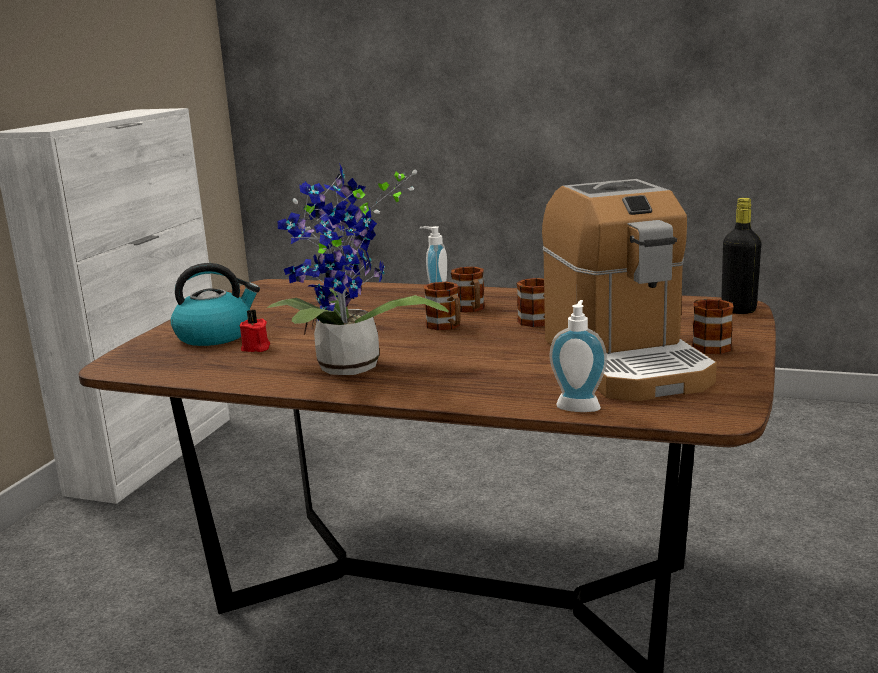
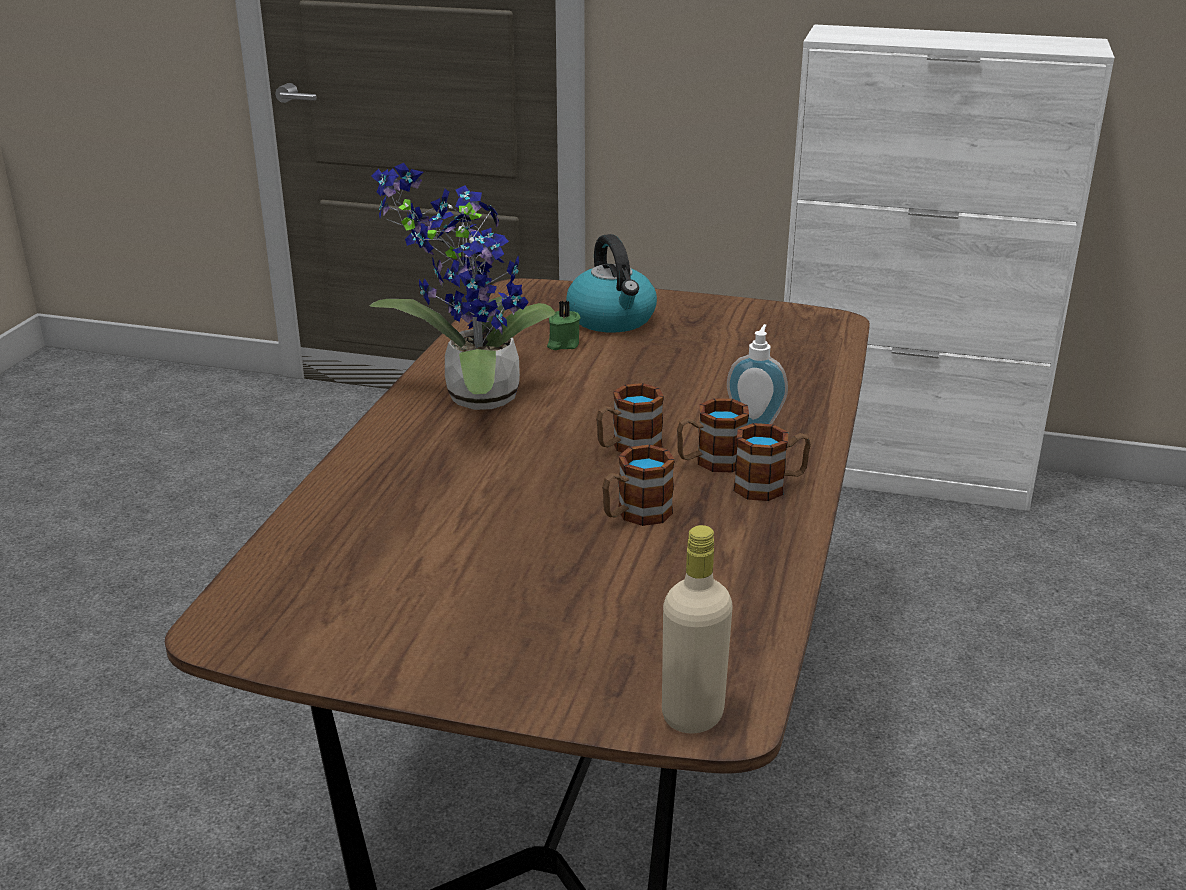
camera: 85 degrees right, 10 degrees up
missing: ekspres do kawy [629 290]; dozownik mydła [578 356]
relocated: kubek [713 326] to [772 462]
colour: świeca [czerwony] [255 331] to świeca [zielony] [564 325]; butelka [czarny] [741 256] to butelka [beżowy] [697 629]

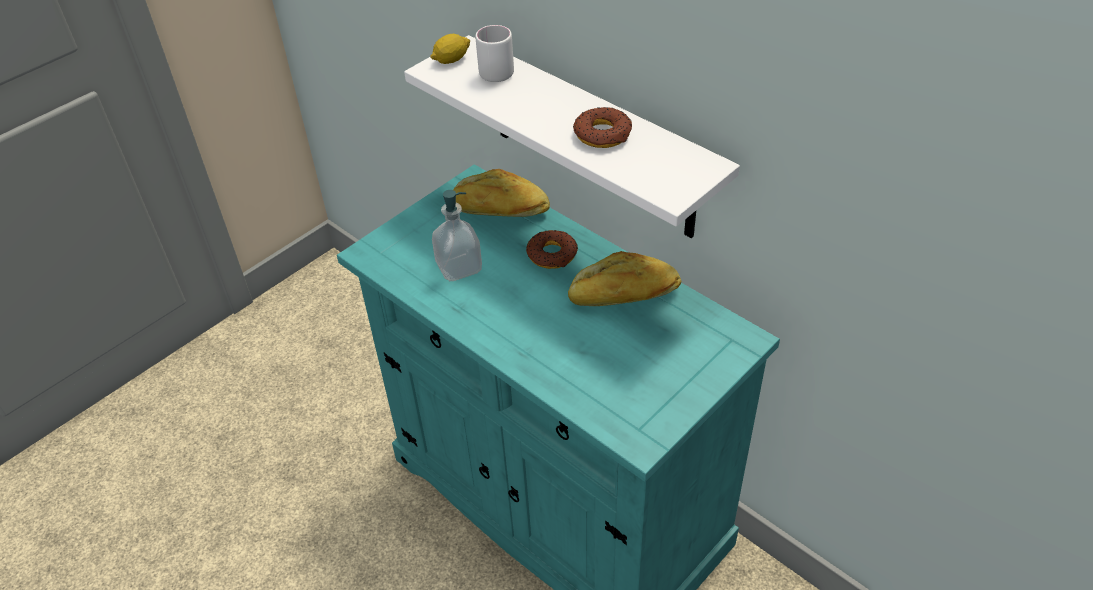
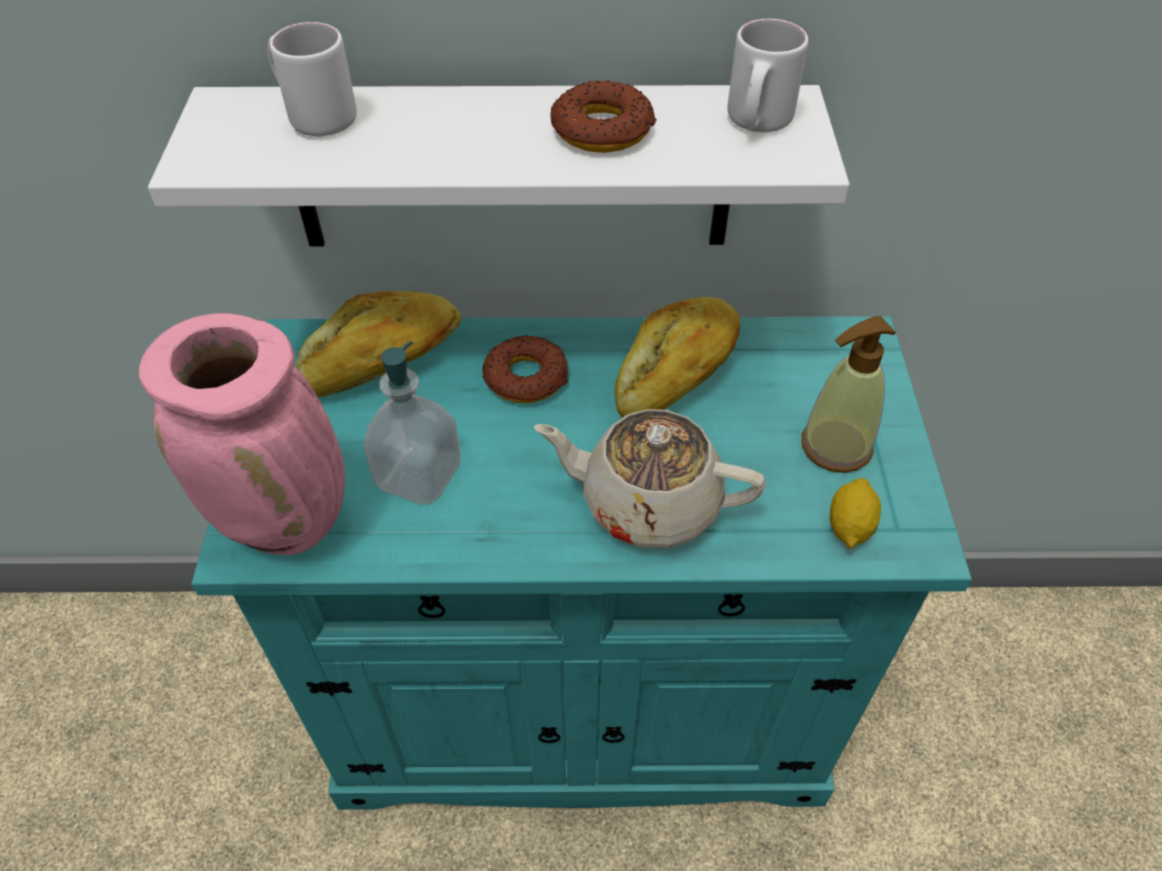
camera: 45 degrees left, 5 degrees up
appeared: wazon [różowy] [242 434]; imbryk [beżowy] [650 478]; kubek [biały] [767 75]; dozownik mydła [849 394]
relocated: cytryna [450 49] to [855 513]

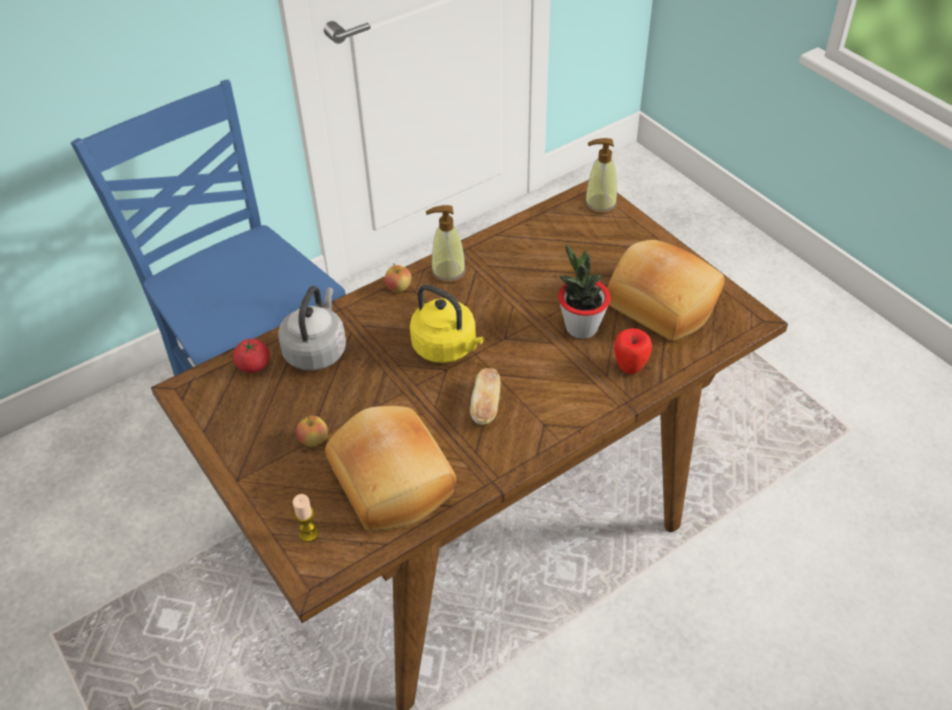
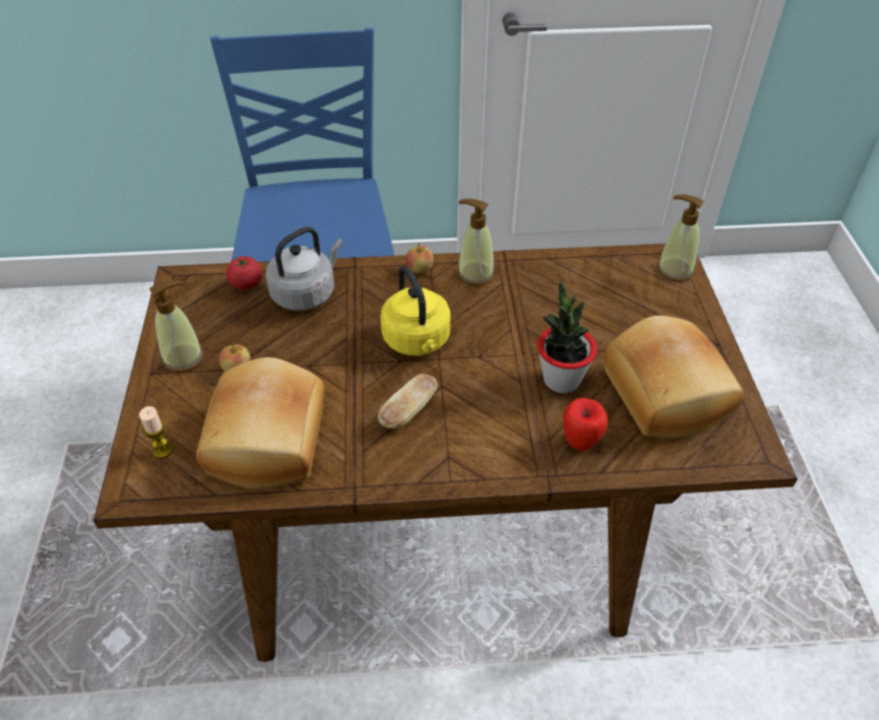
camera: 30 degrees right, 0 degrees up
appeared: dozownik mydła [176 326]

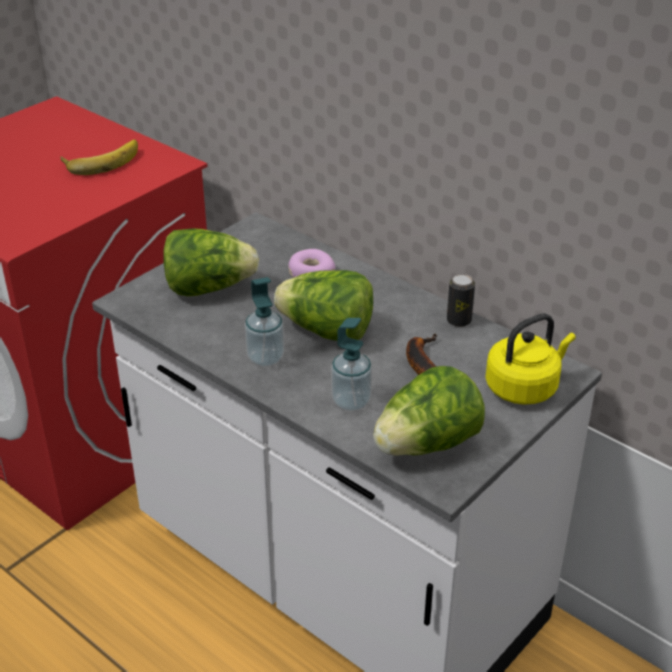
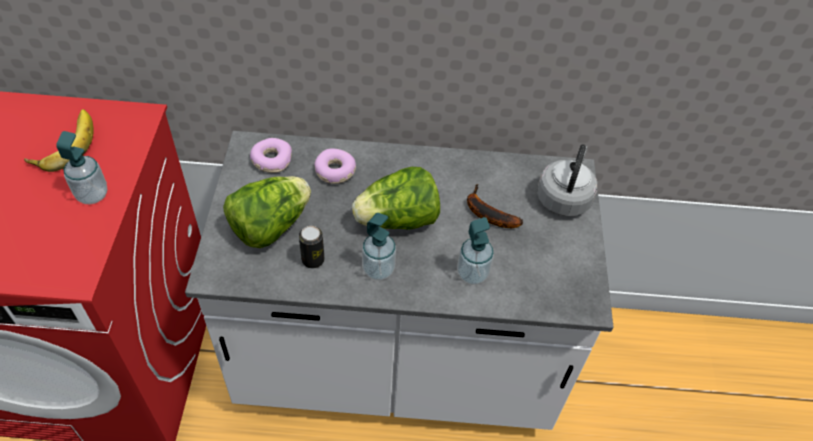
camera: 40 degrees left, 15 degrees up
missing: sałata [429 411]
appeared: dozownik mydła [81 167]; donut [271 155]
relocated: puszka [461 300] to [311 247]
colour: czajnik [żółty] [530 359] to czajnik [szary] [567 180]

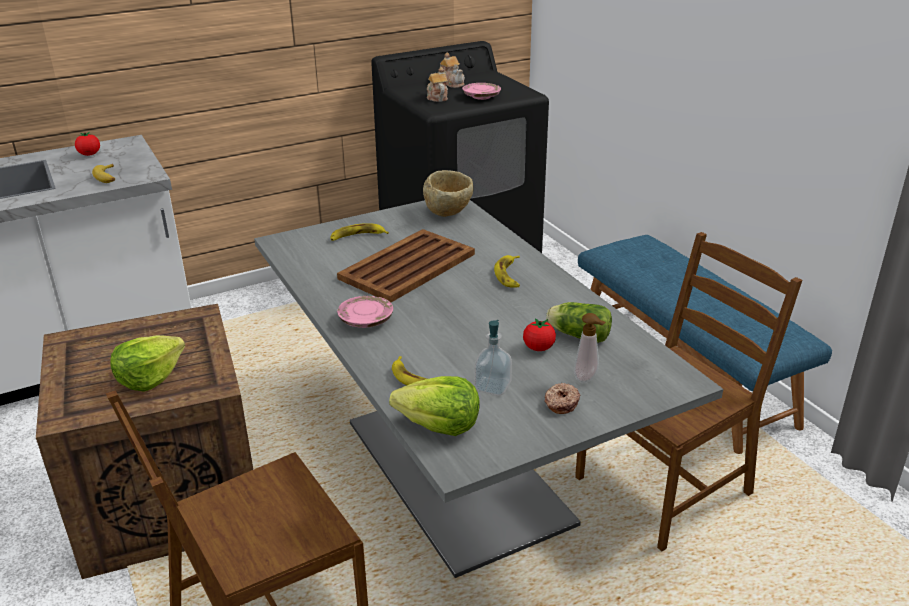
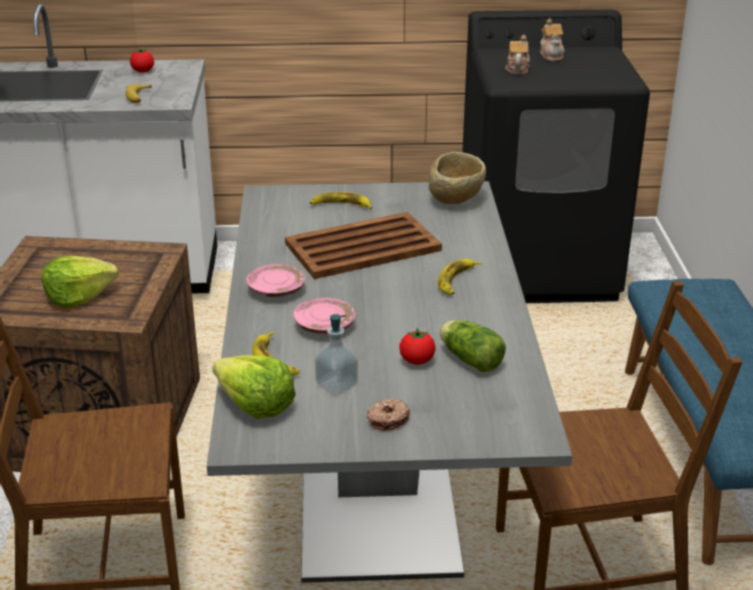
camera: 25 degrees right, 0 degrees up
missing: dozownik mydła [590 348]
relocated: talerz [różowy] [481 91] to [324 316]

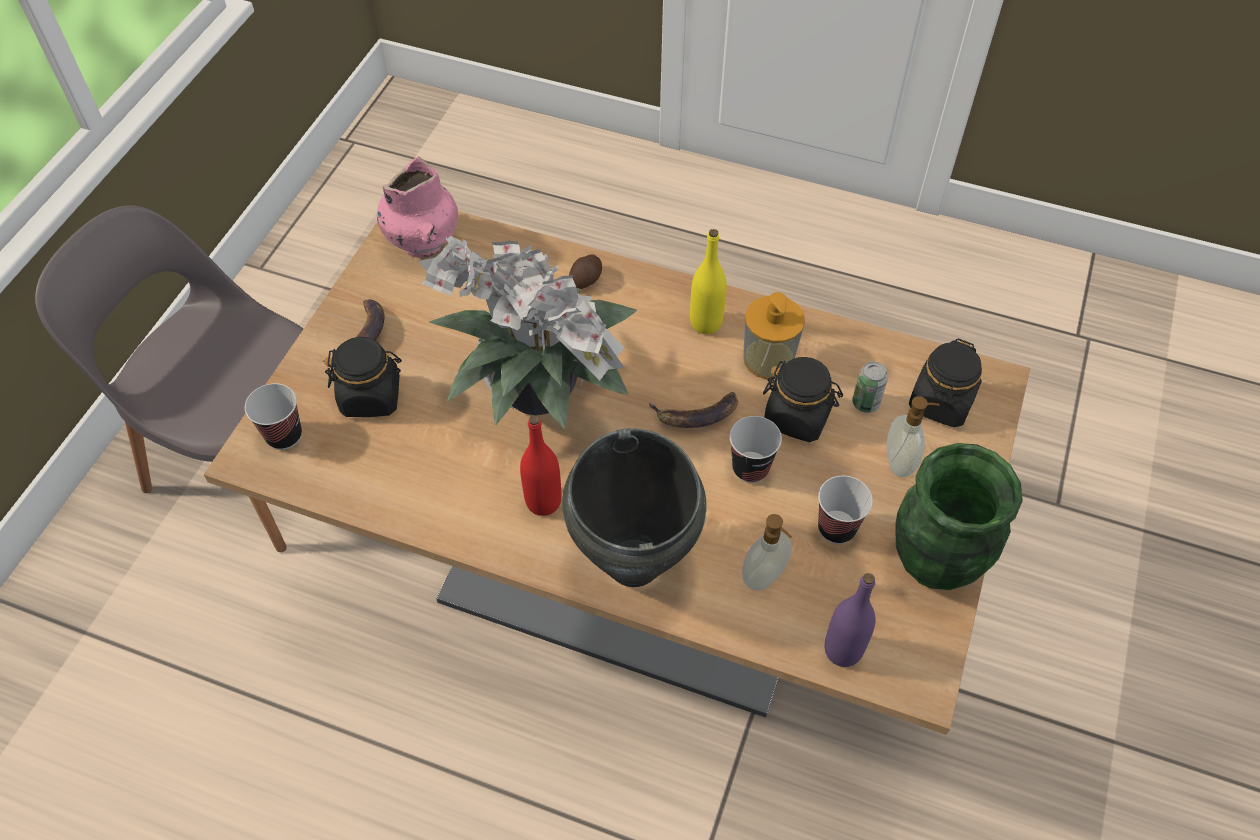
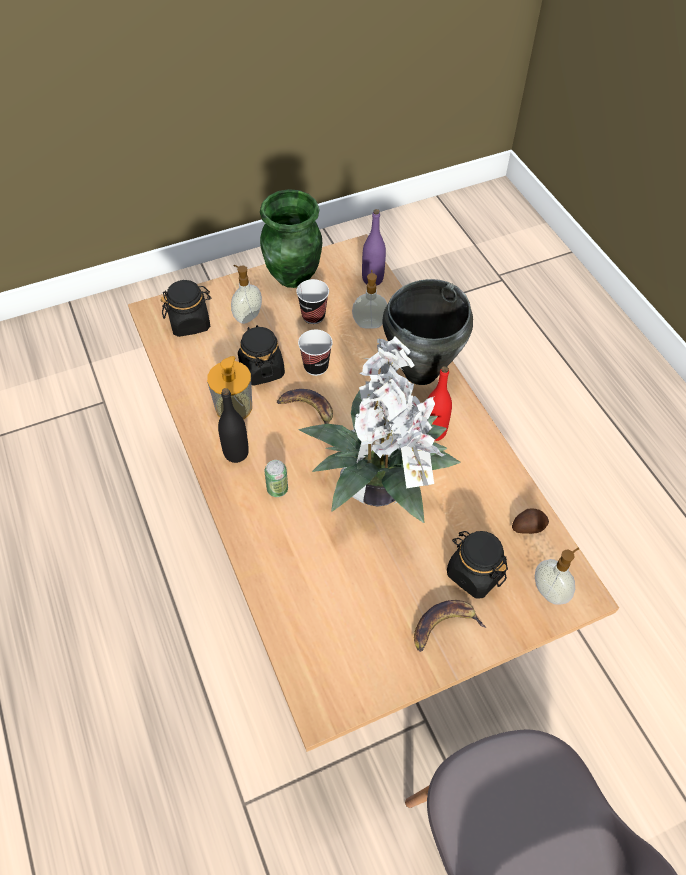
camera: 135 degrees left, 0 degrees up
missing: wazon [różowy] [417 207]
relocated: ziemniak [585 271] to [530 521]; puszka [870 387] to [276 478]
exchanged: filiżanka [273 416] to dozownik mydła [557 576]
colour: butelka [żółty] [708 281] to butelka [czarny] [233 425]

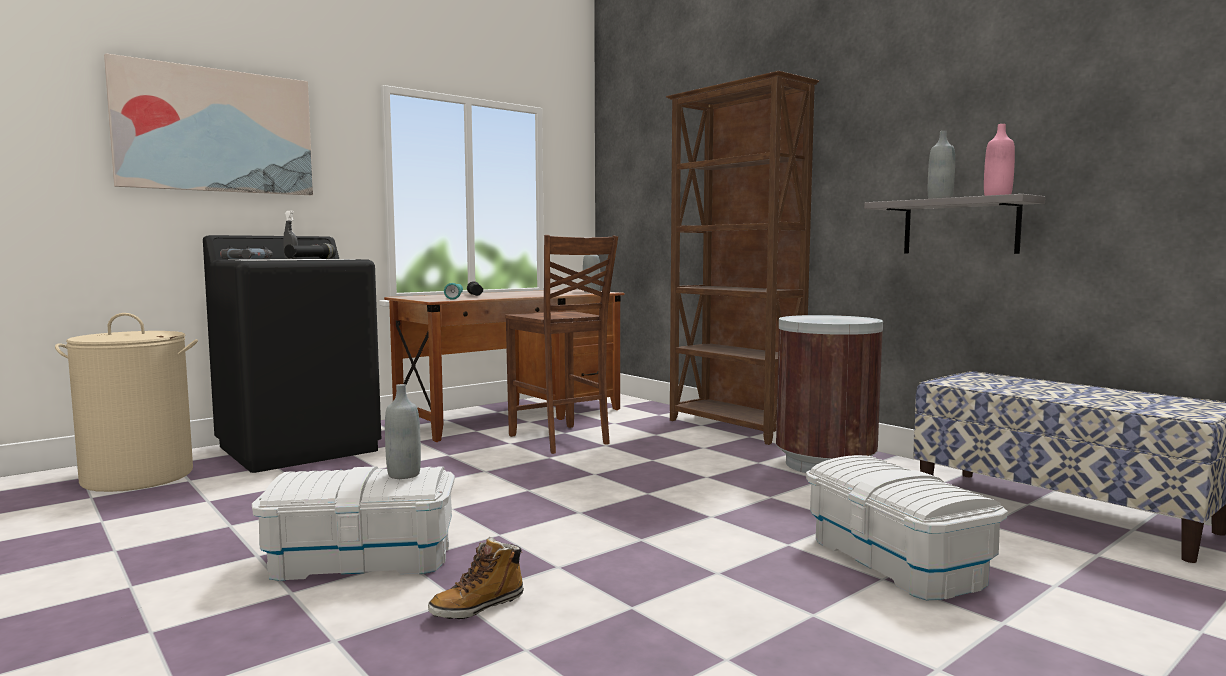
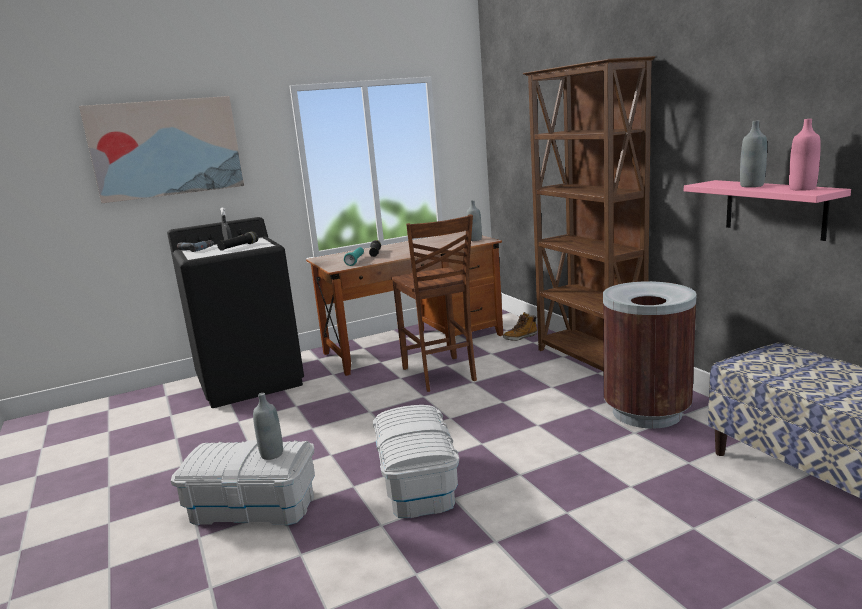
camera: 15 degrees right, 10 degrees up
missing: kosz na pranie [beżowy] [126 402]
relocated: but z cholewką [476 578] to [520 326]; pojemnik do przechowywania [biały] [907 527] to [416 461]
colour: półka [szary] [955 224] to półka [różowy] [767 210]

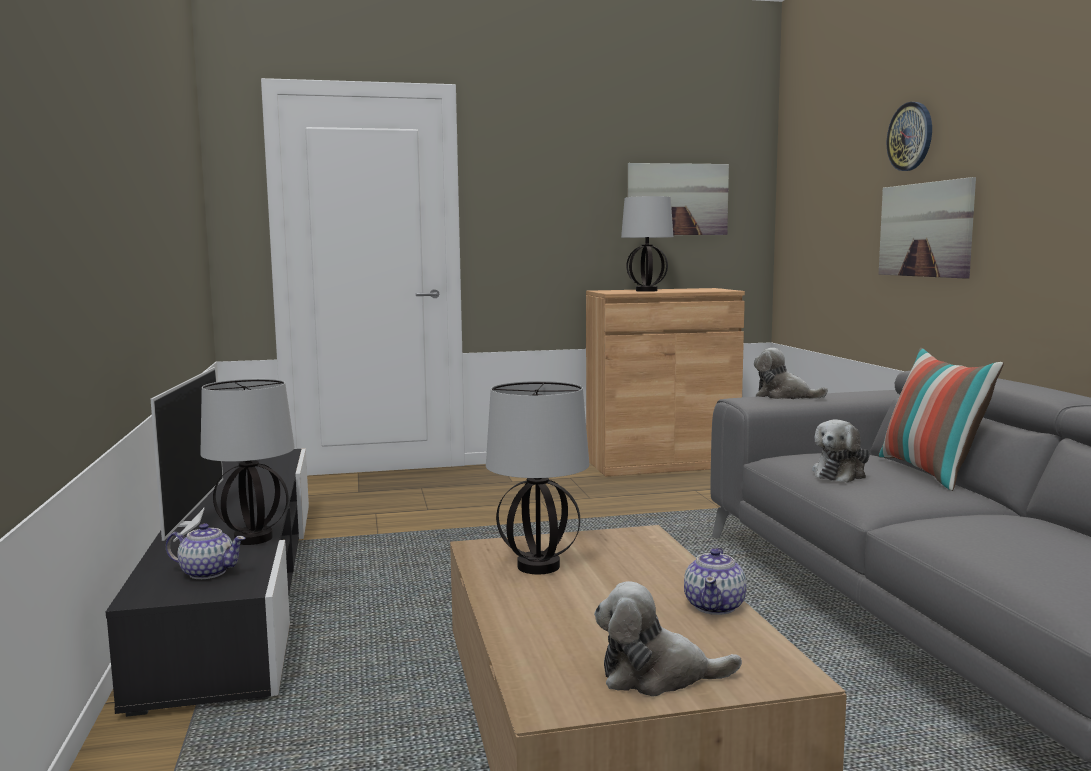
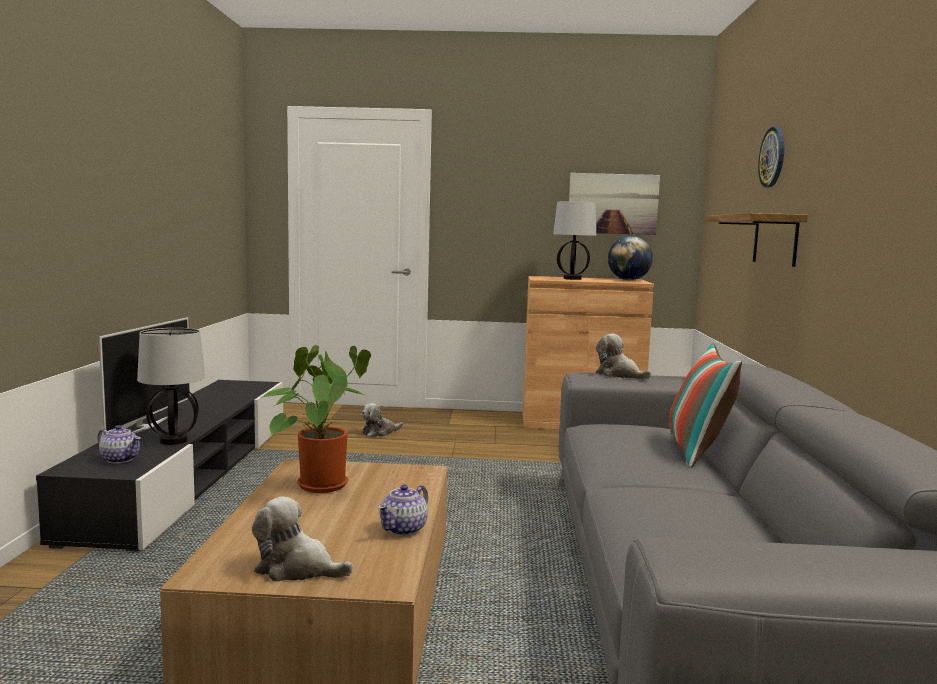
camera: 15 degrees right, 0 degrees up
appeared: globus [630 258]
relocated: pluszak [841 451] to [382 420]
exchanged: lampa stołowa [537 477] to roślina doniczkowa [316 419]; obraz [927 228] to półka [756 240]

